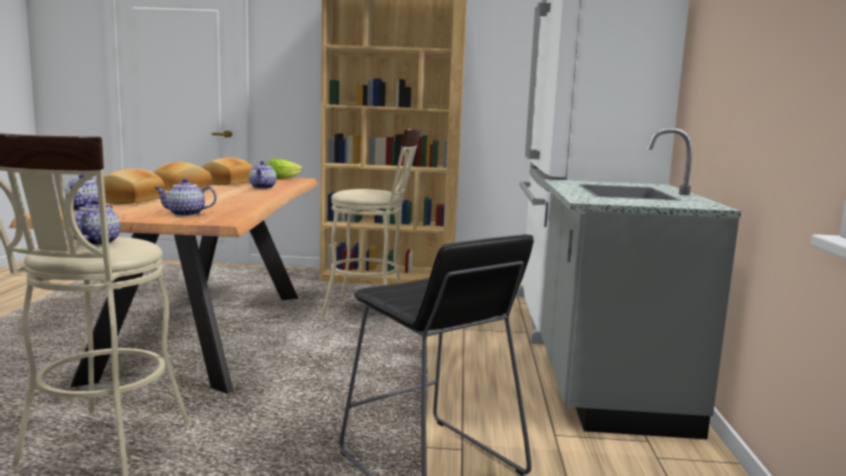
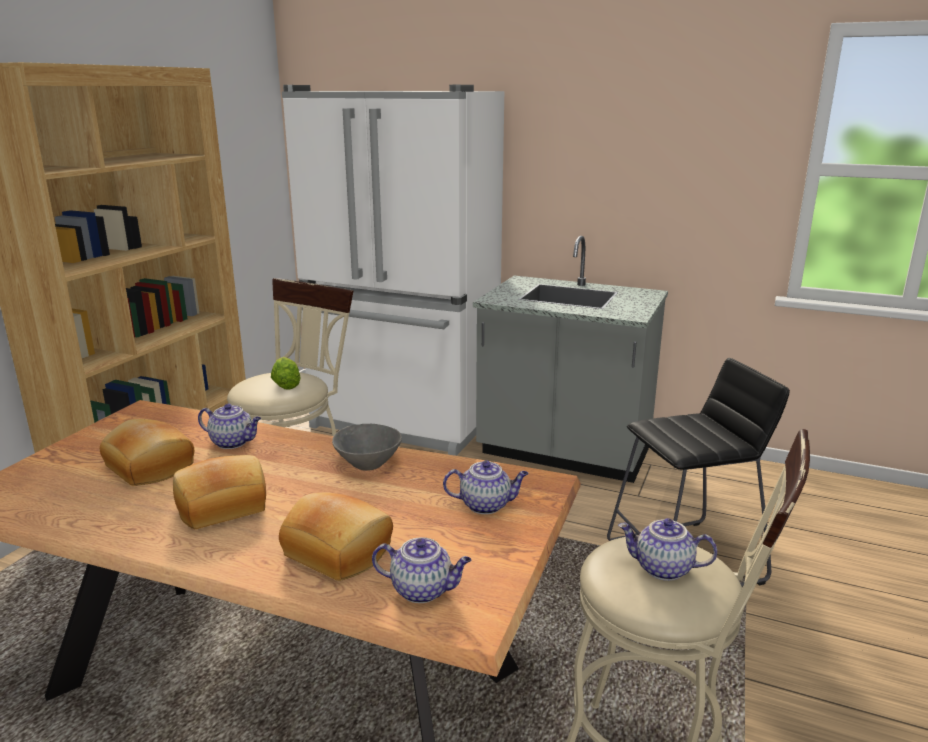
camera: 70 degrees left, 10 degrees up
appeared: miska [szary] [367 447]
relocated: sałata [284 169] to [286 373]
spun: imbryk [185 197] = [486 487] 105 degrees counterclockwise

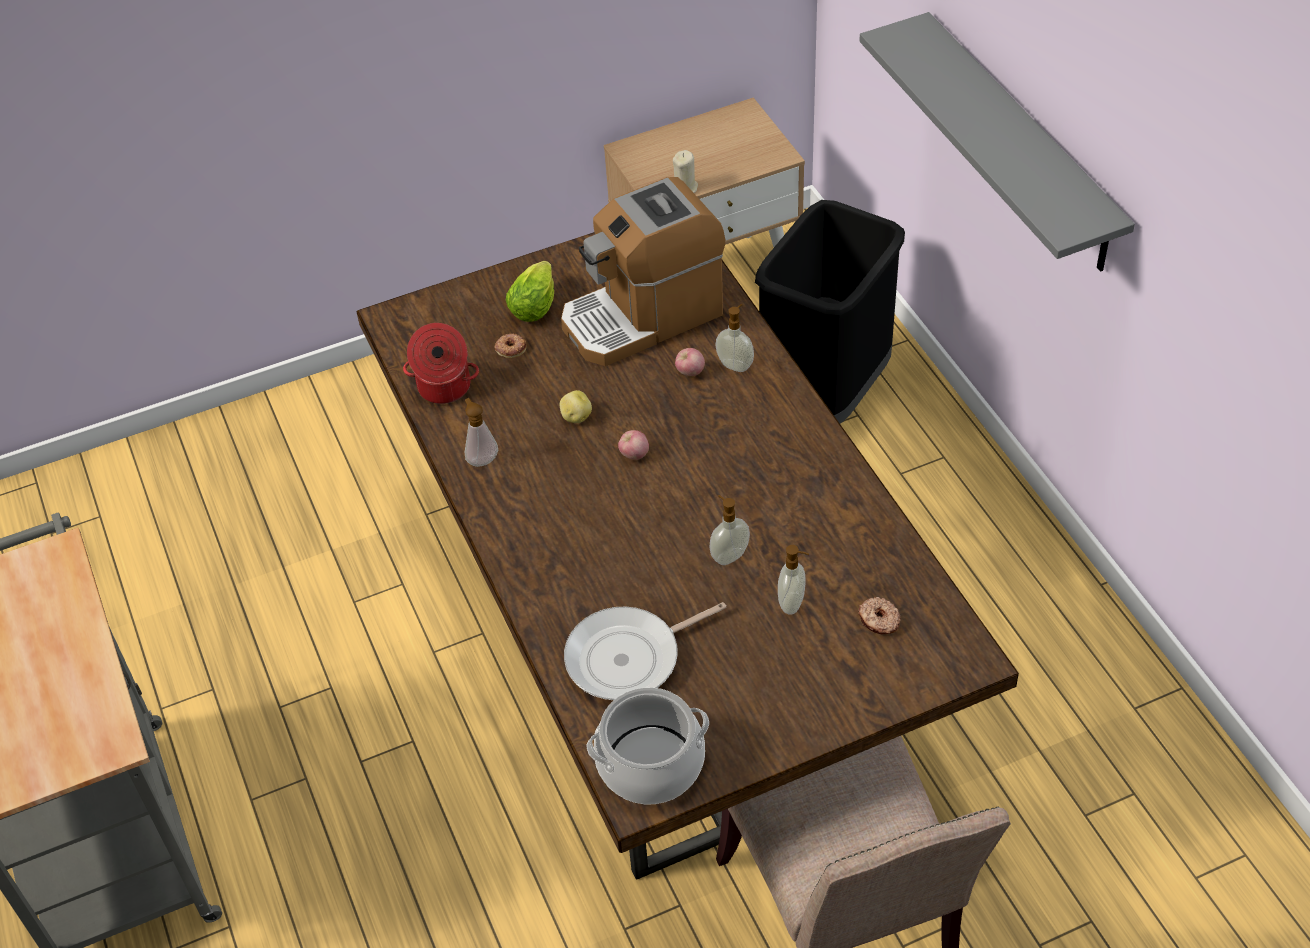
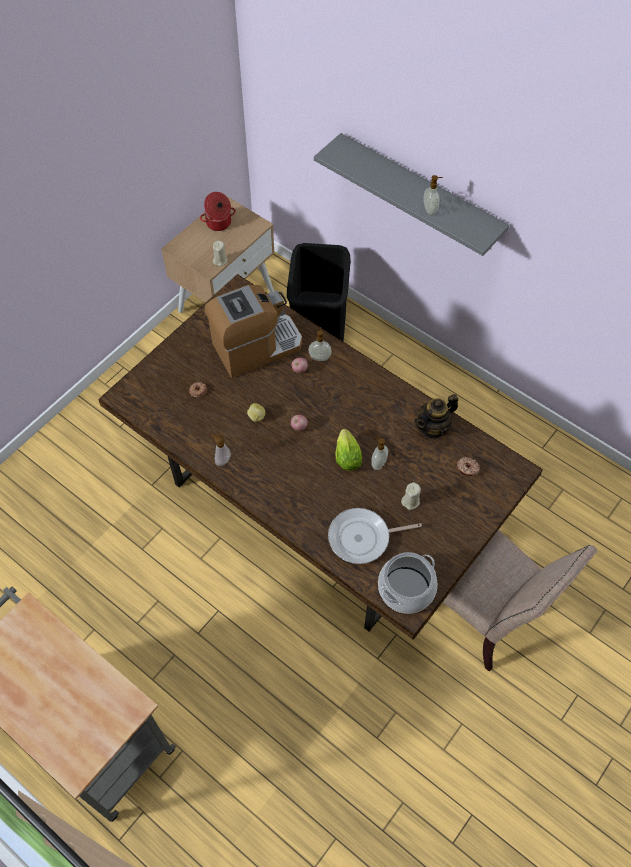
camera: 30 degrees left, 10 degrees up
appeared: świeca [beżowy] [411 496]; imbryk [436 416]
relocated: garnek [441 363] to [218 211]; sałata [530 291] to [349 450]; dozownik mydła [793 579] to [433 195]
spun: ekspres do kawy [643 271] = [253 331] 150 degrees counterclockwise; patelnia [645 651] = [375 536] 45 degrees clockwise

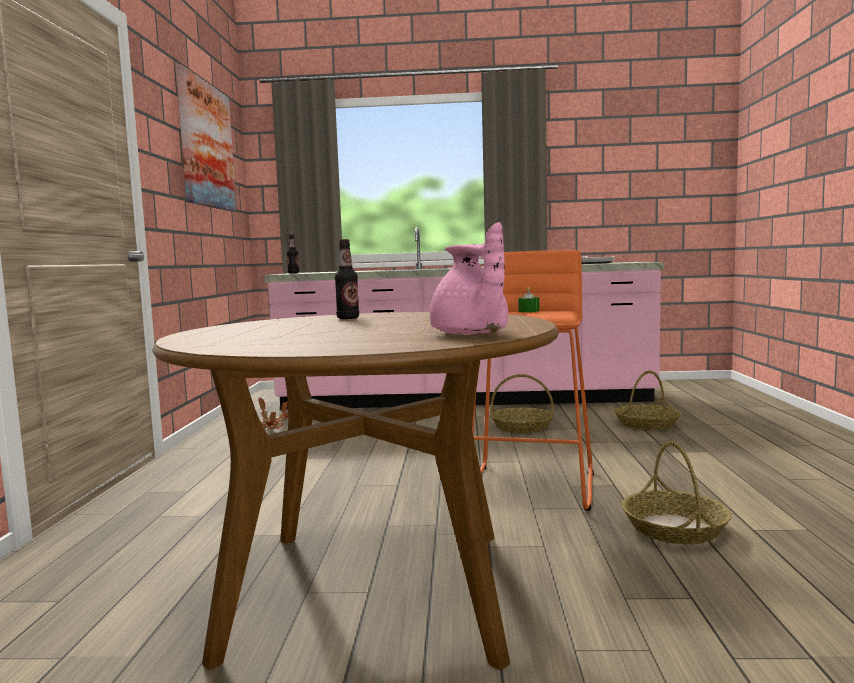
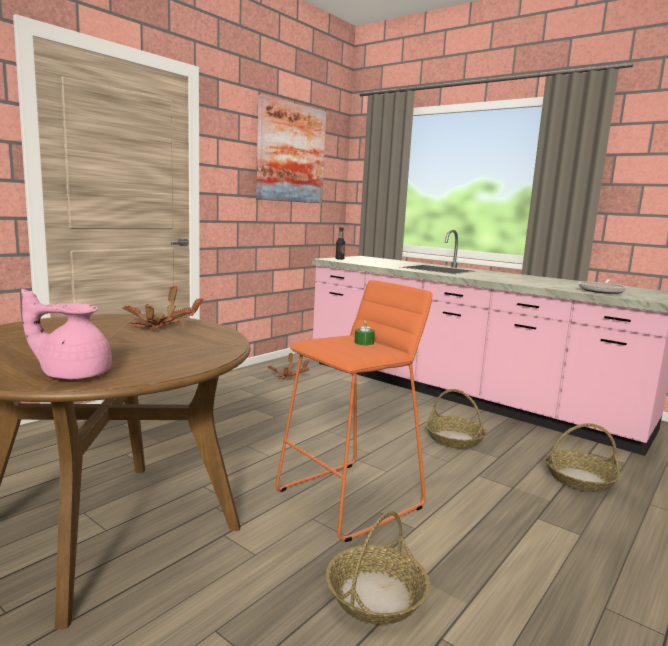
camera: 35 degrees right, 5 degrees up
exchanged: butelka [347 279] to roślina doniczkowa [162 308]
spun: imbryk [różowy] [469 278] = [66 334] 75 degrees clockwise

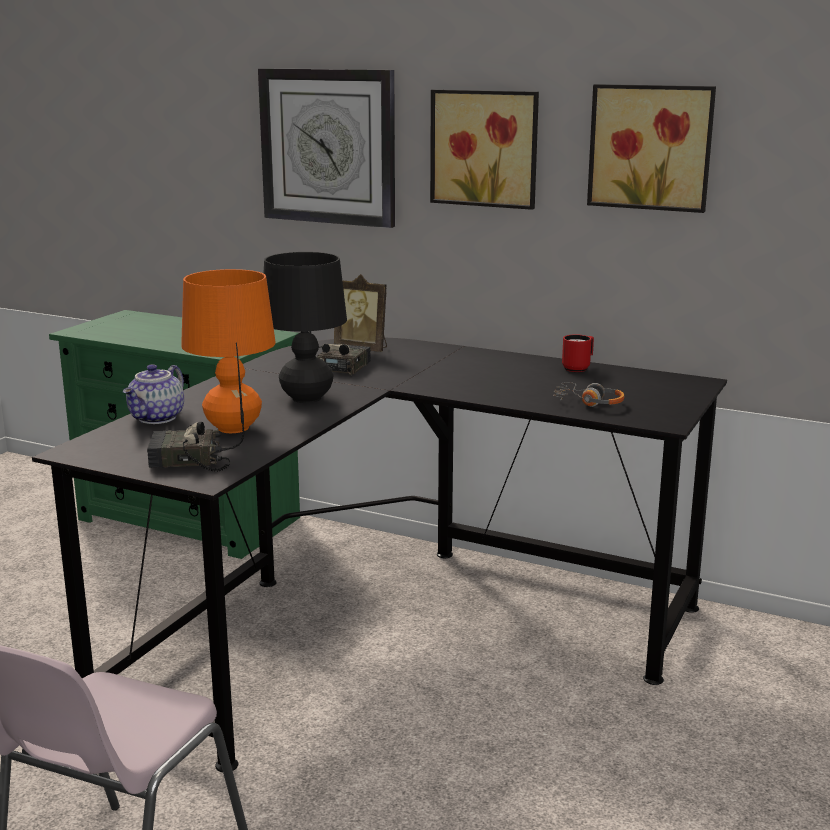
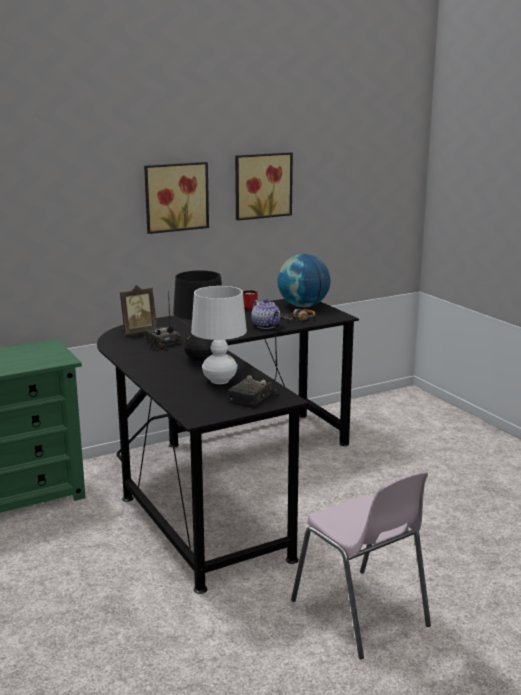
camera: 55 degrees left, 0 degrees up
missing: zegar ścienny [326 148]
appeared: globus [304 280]
relocated: imbryk [153 394] to [265 314]
colour: lampa stołowa [pomarańczowy] [228 351] to lampa stołowa [biały] [219 335]

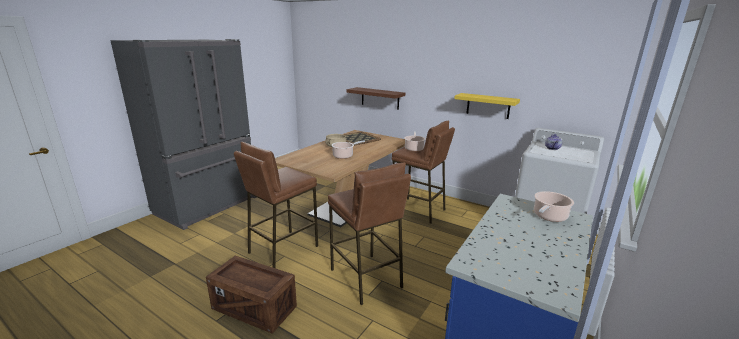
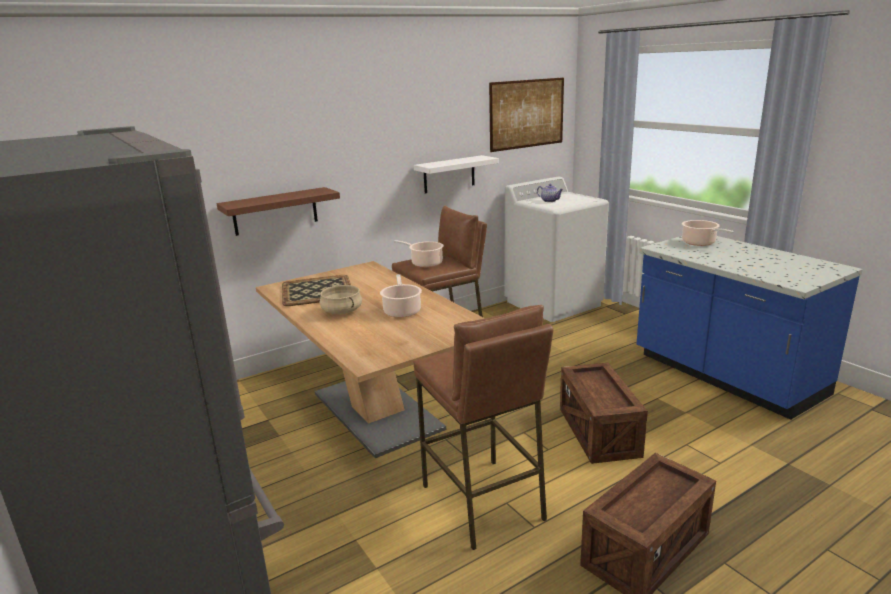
camera: 65 degrees left, 0 degrees up
appeared: obraz [526 115]
exchanged: stołek [brązowy] [369 234] to skrzynka [604 413]
colour: półka [żółty] [487 106] to półka [biały] [456 174]

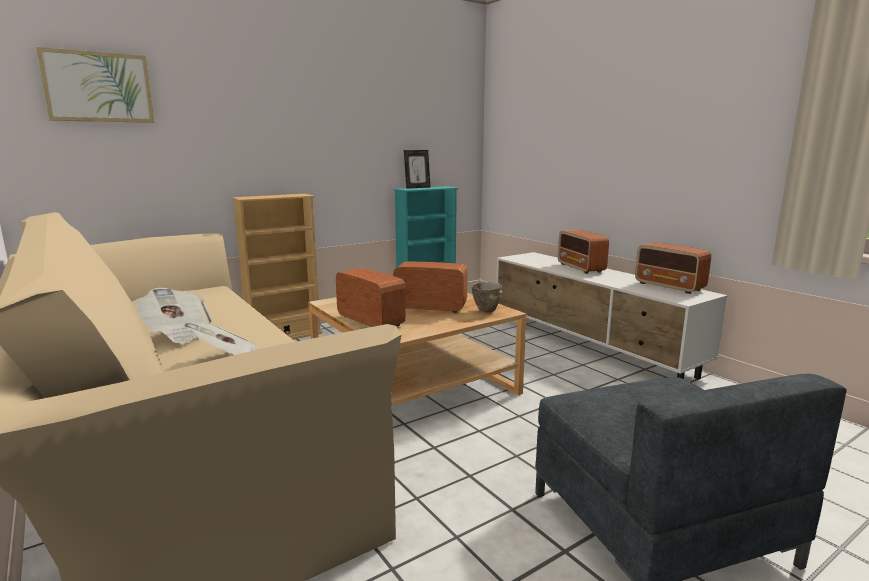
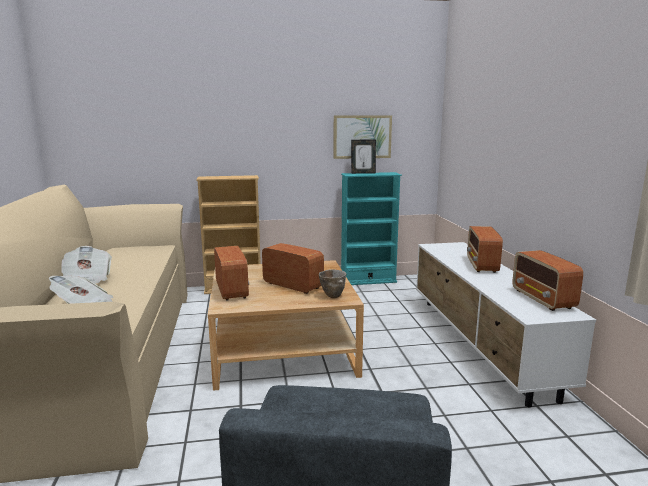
camera: 25 degrees right, 0 degrees up
relocated: obraz [95 85] to [362 137]

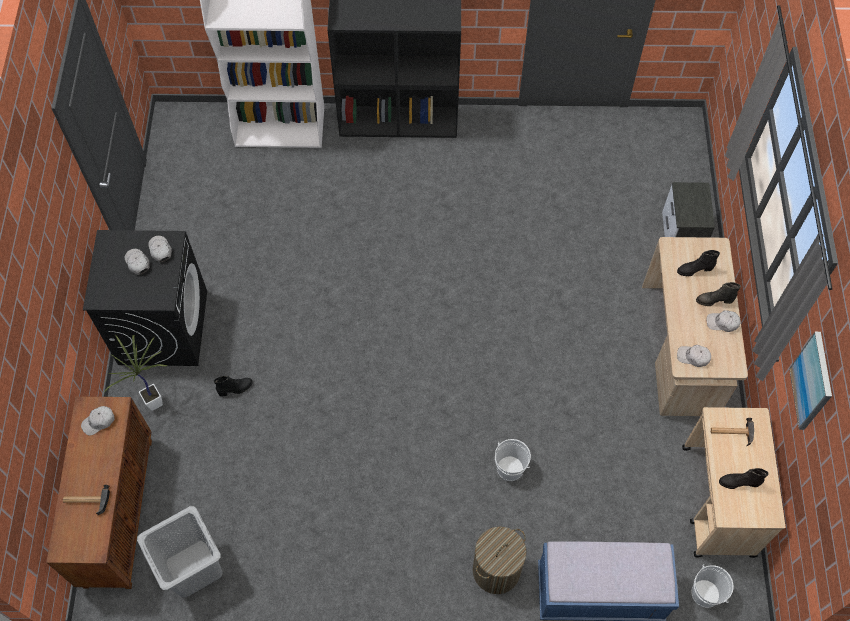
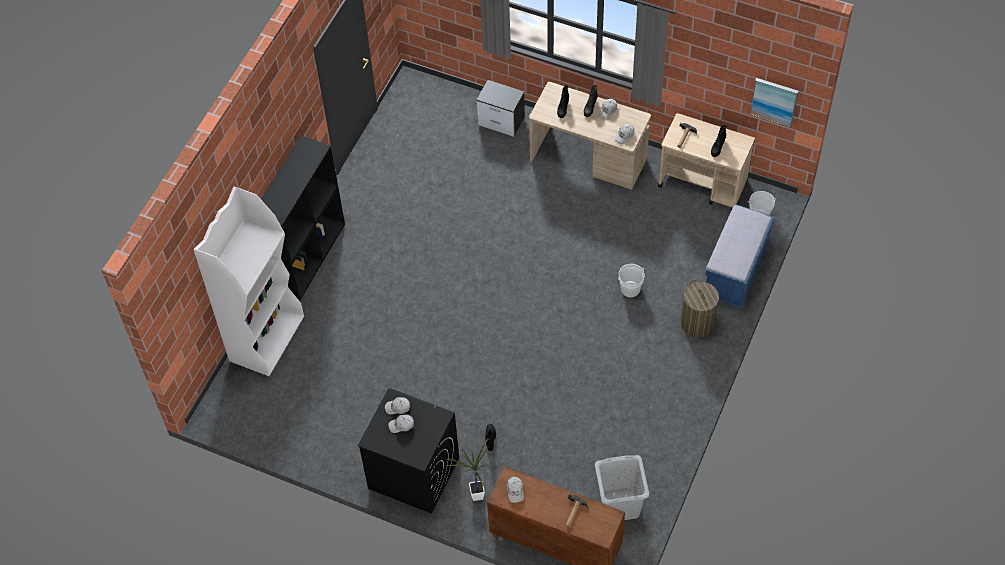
camera: 65 degrees left, 5 degrees down
relocated: obraz [810 381] to [774 103]

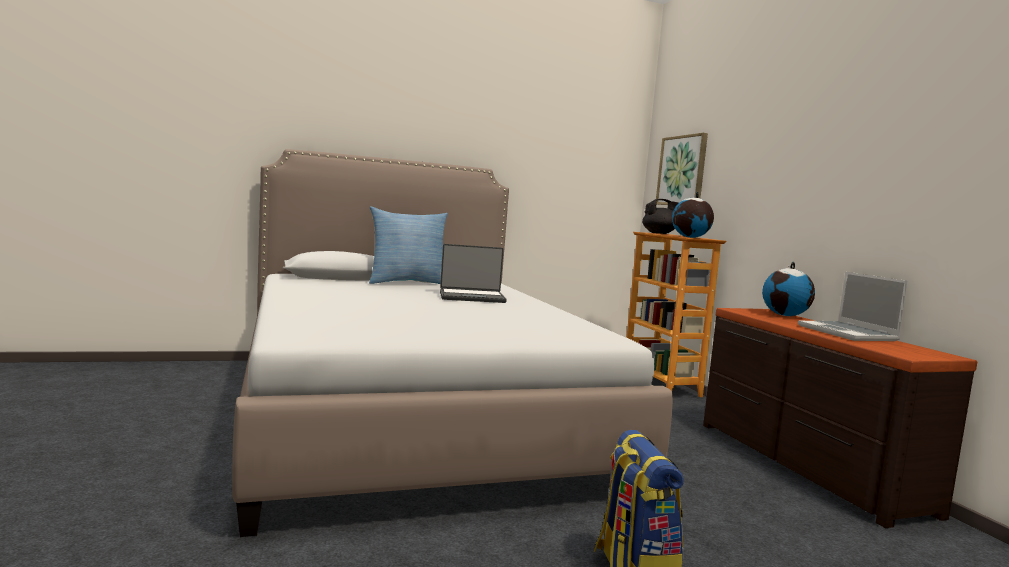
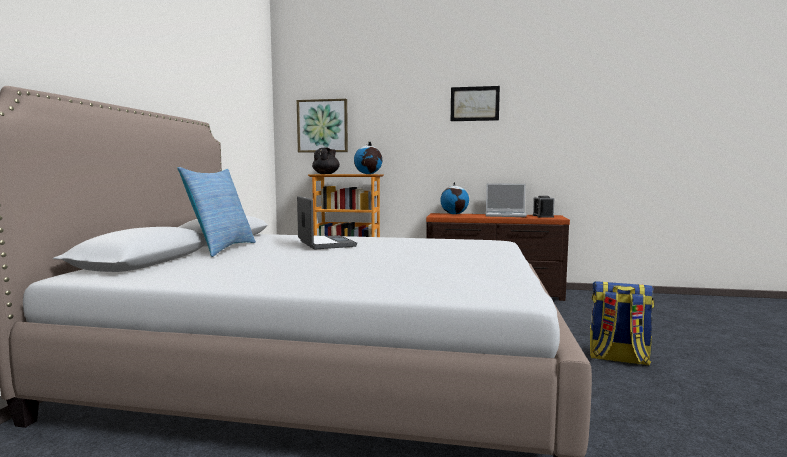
camera: 60 degrees left, 0 degrees up
appeared: obraz [475 103]; budzik [543 207]
spun: laptop [473 273] = [327 222] 45 degrees counterclockwise

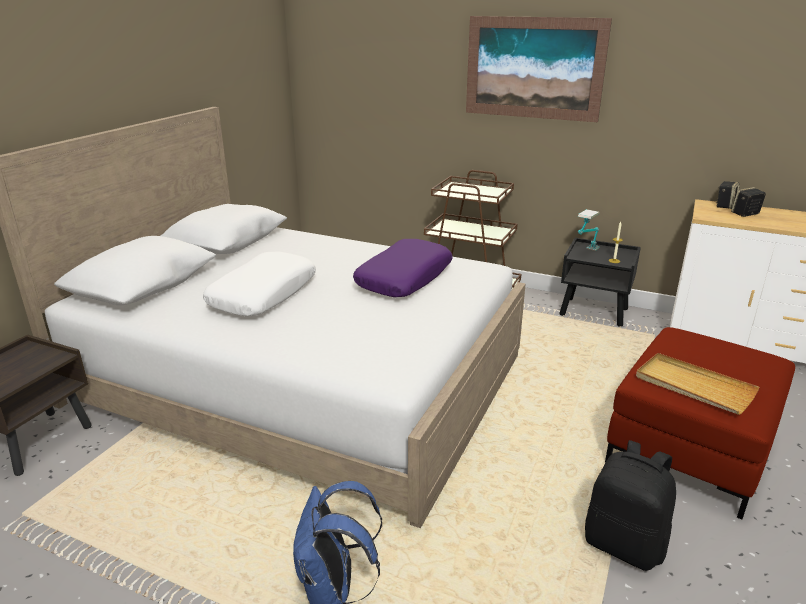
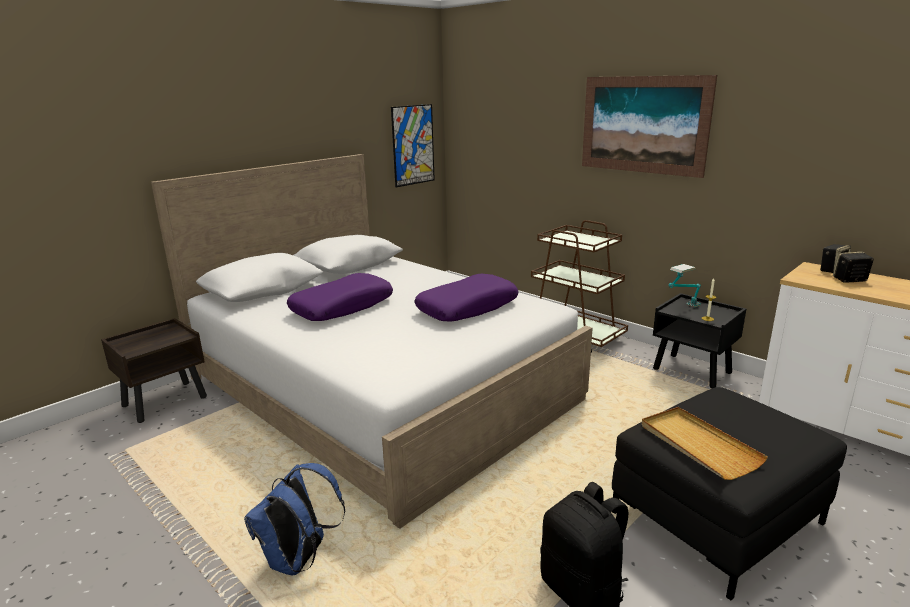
camera: 20 degrees right, 5 degrees down
appeared: obraz [413 145]
colour: poduszka [biały] [259 283] to poduszka [fioletowy] [340 297]; pufa [czerwony] [700 423] to pufa [czarny] [729 493]

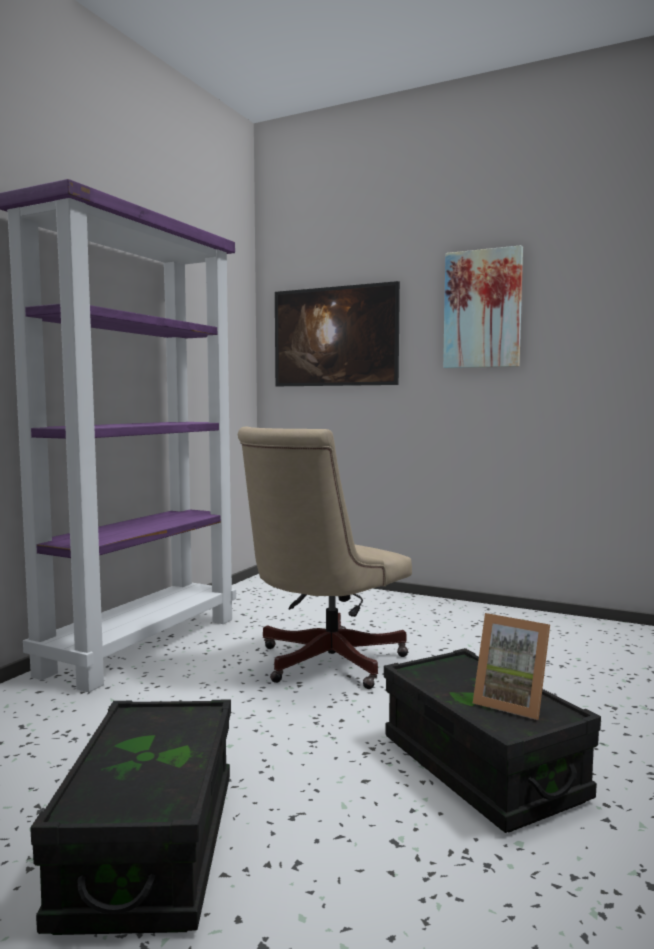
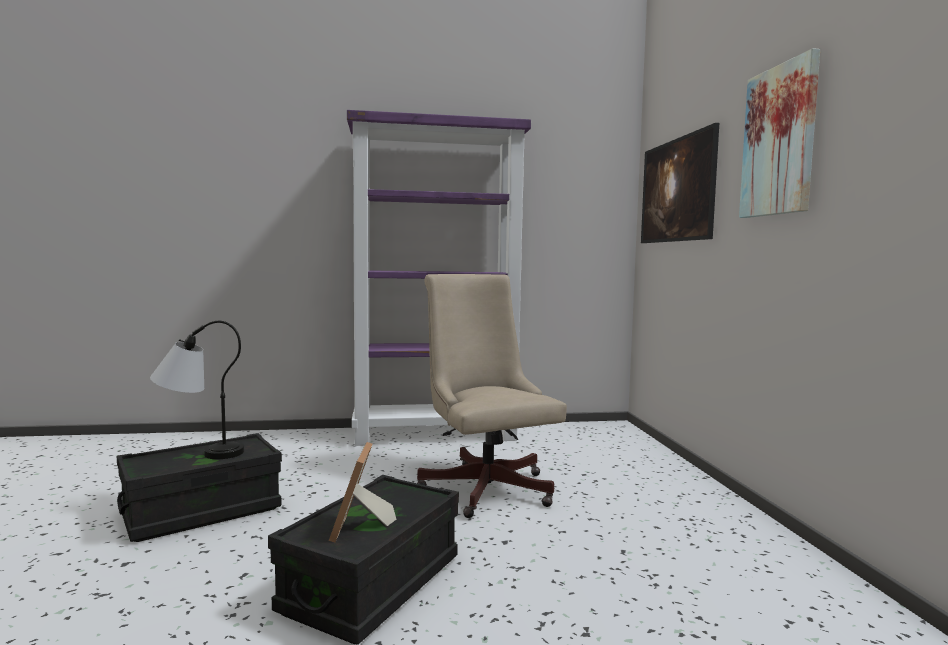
camera: 55 degrees right, 0 degrees up
appeared: lampa stołowa [197 390]
spun: krzesło biurowe [beżowy] [325 557] = [492 396] 60 degrees clockwise

